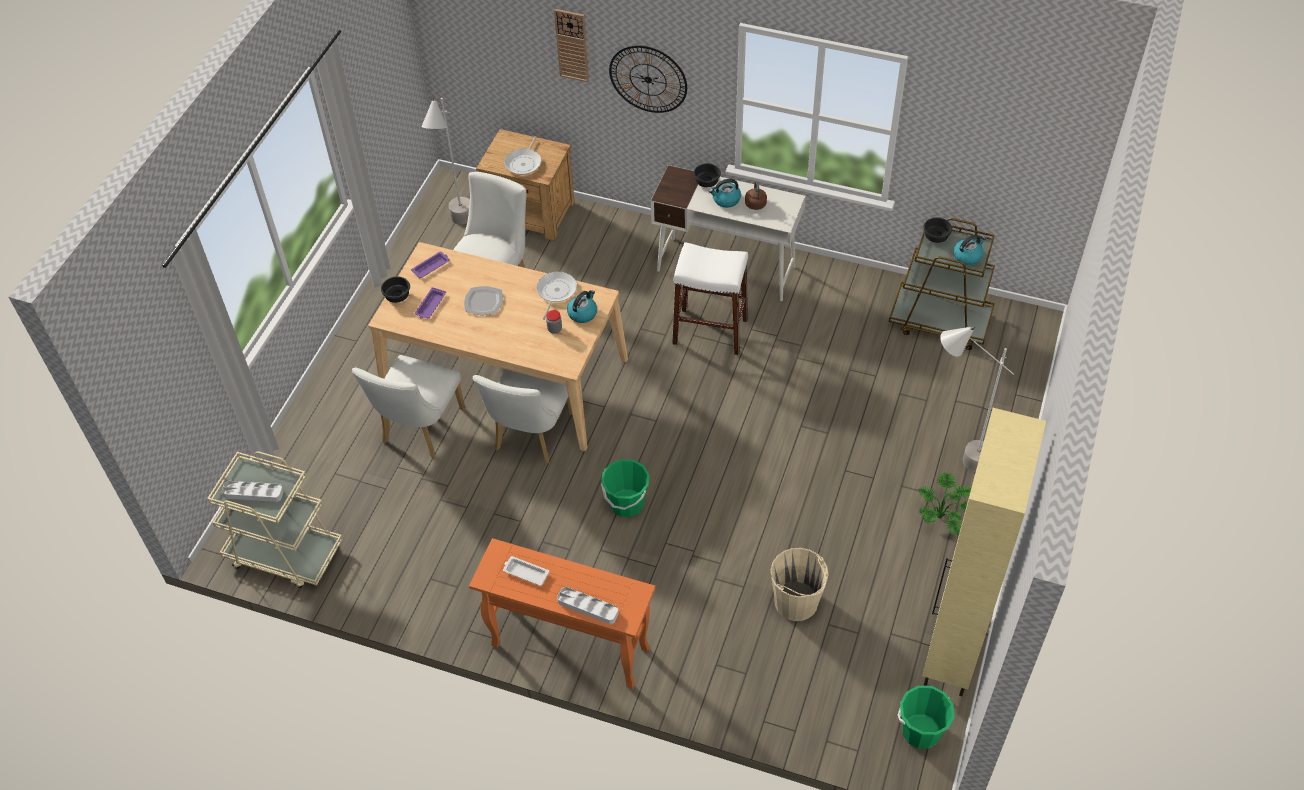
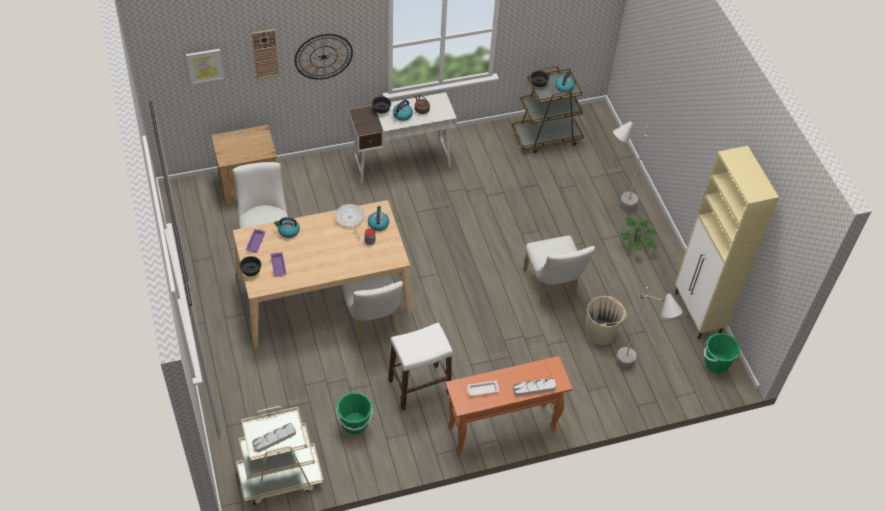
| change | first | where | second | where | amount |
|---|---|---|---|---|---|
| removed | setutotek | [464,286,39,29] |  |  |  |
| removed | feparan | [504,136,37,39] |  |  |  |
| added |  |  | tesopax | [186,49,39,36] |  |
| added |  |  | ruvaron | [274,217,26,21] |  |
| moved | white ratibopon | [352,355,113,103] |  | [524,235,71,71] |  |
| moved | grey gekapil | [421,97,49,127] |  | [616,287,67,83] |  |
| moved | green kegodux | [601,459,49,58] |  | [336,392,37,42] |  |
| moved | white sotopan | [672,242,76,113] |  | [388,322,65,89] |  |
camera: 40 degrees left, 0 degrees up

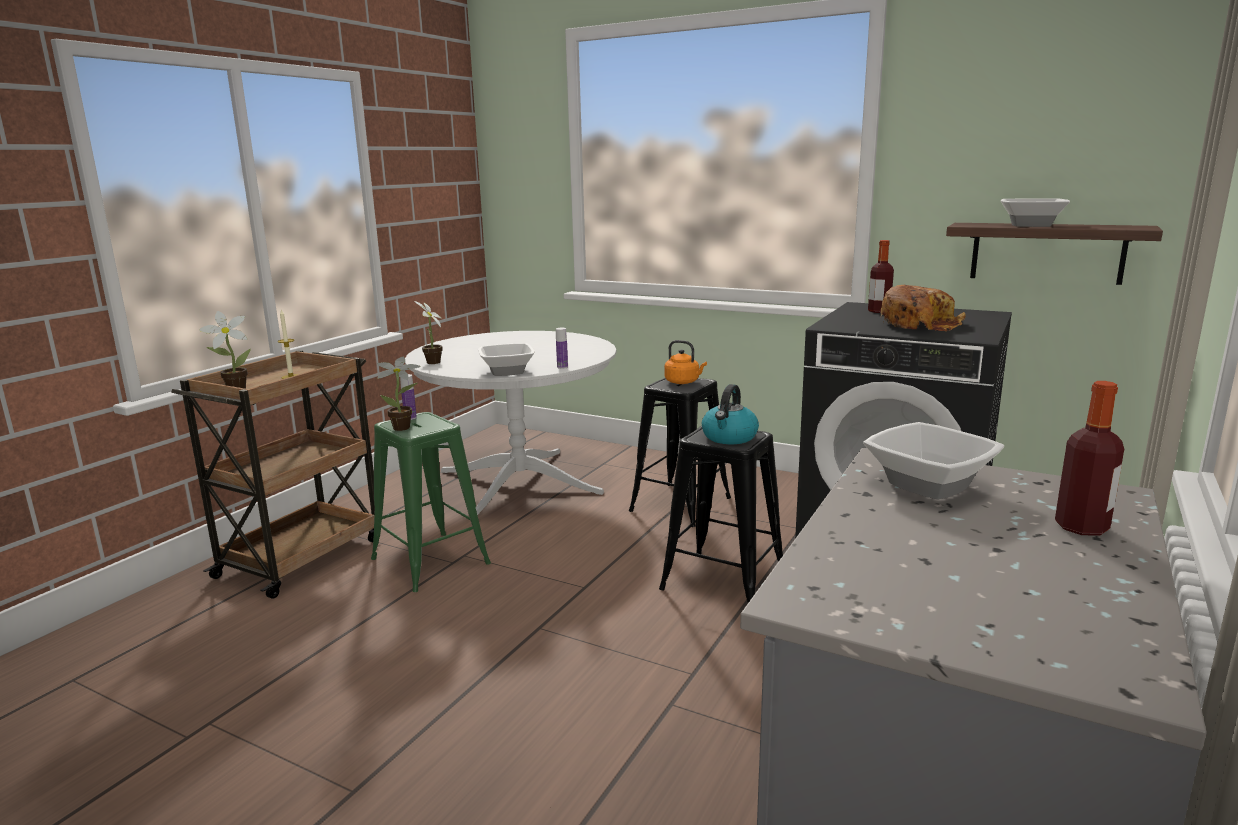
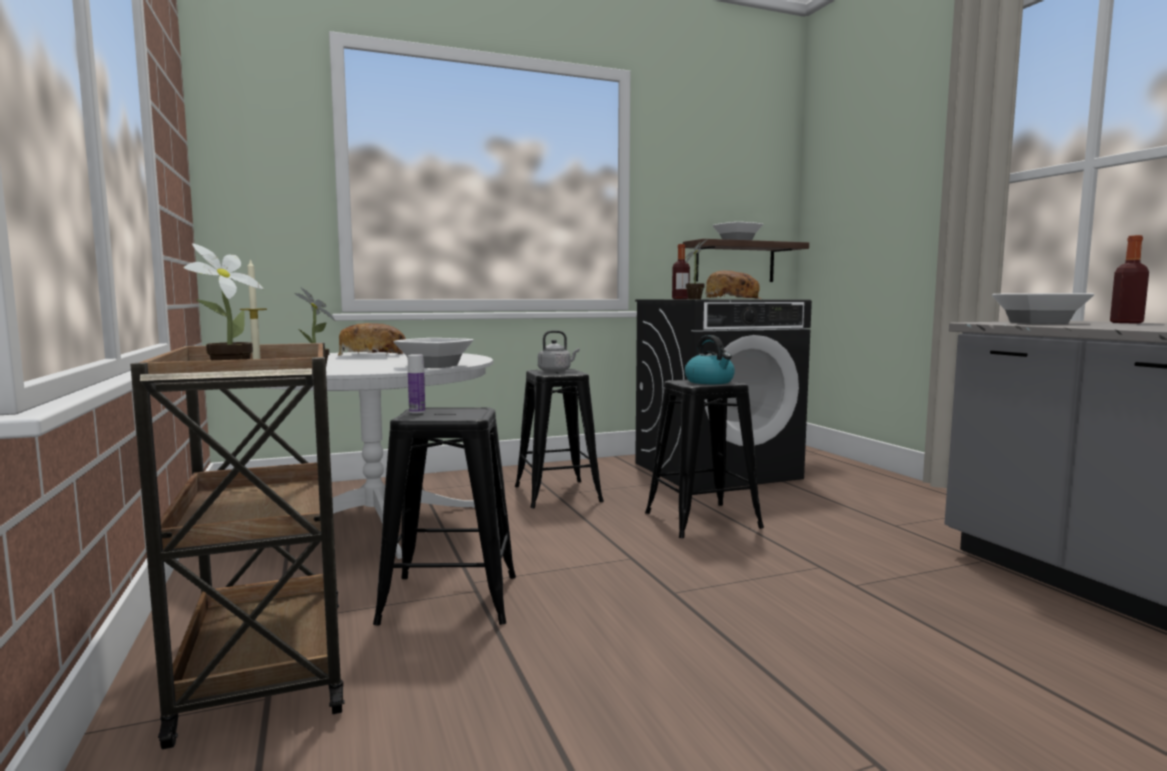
| change | first | where | second | where | amount |
|---|---|---|---|---|---|
| removed | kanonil | [556,328,12,41] |  |  |  |
| added |  |  | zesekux | [338,323,68,32] |  |
| moved | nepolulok | [377,357,44,74] |  | [685,239,23,60] |  |
| recoloured | green sotopan | [371,412,120,180] | black sotopan | [373,407,143,219] |  |
| recoloured | orange ruvaron | [664,340,43,44] | grey ruvaron | [538,330,42,42] |  |
camera: 50 degrees left, 10 degrees down

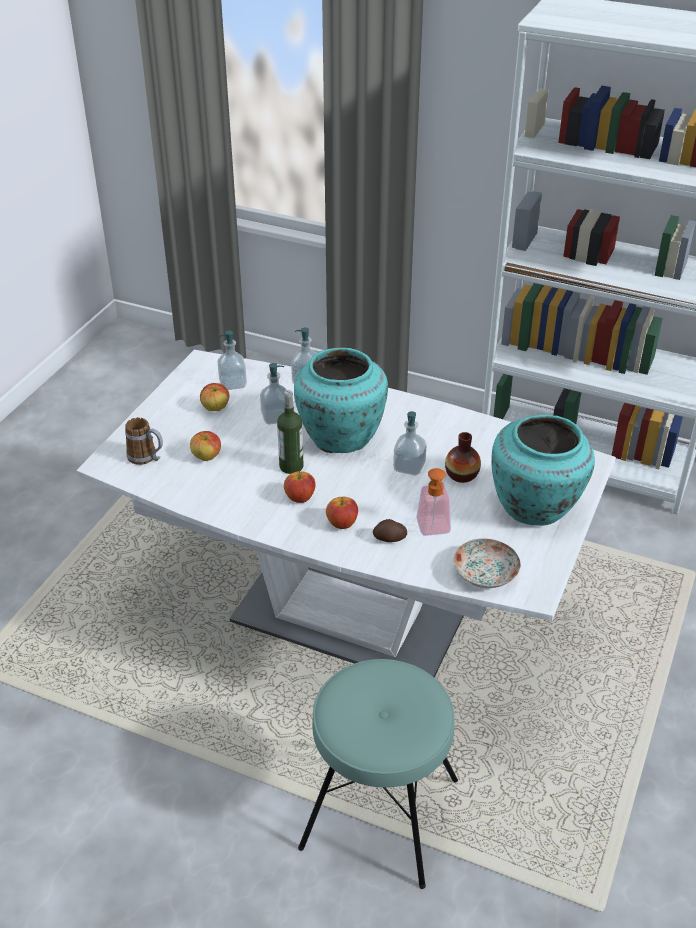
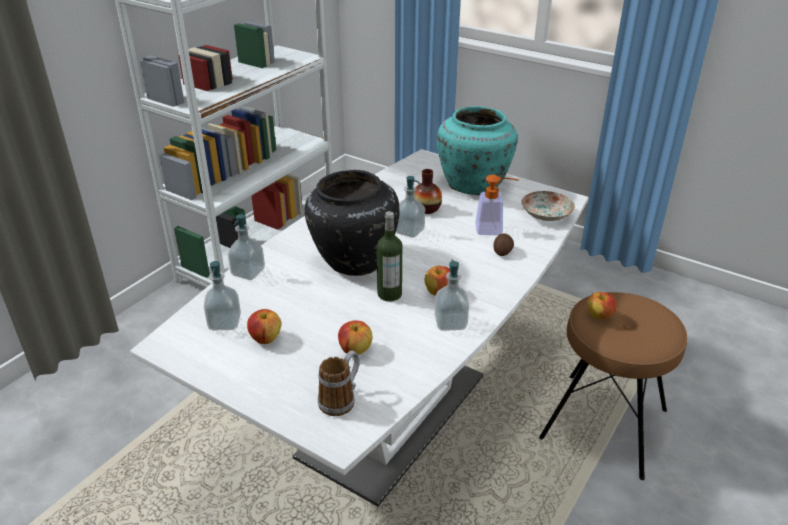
| change | first | where | second | where | amount |
|---|---|---|---|---|---|
| moved | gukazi | [260,363,26,61] |  | [435,260,34,71] |  |
| moved | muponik | [326,497,32,32] |  | [587,292,29,27] |  |
| recoloured | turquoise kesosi | [294,348,94,105] | black kesosi | [305,170,95,106] |  |
| recoloured | turquoise sotopan | [298,659,160,230] | brown sotopan | [539,292,148,188] |  |
camera: 80 degrees left, 5 degrees down

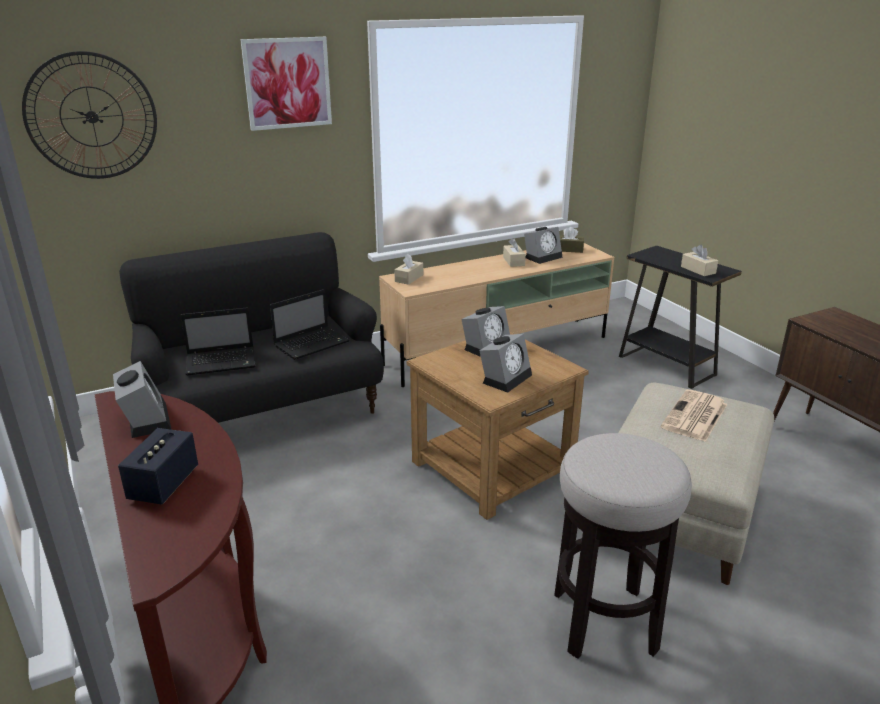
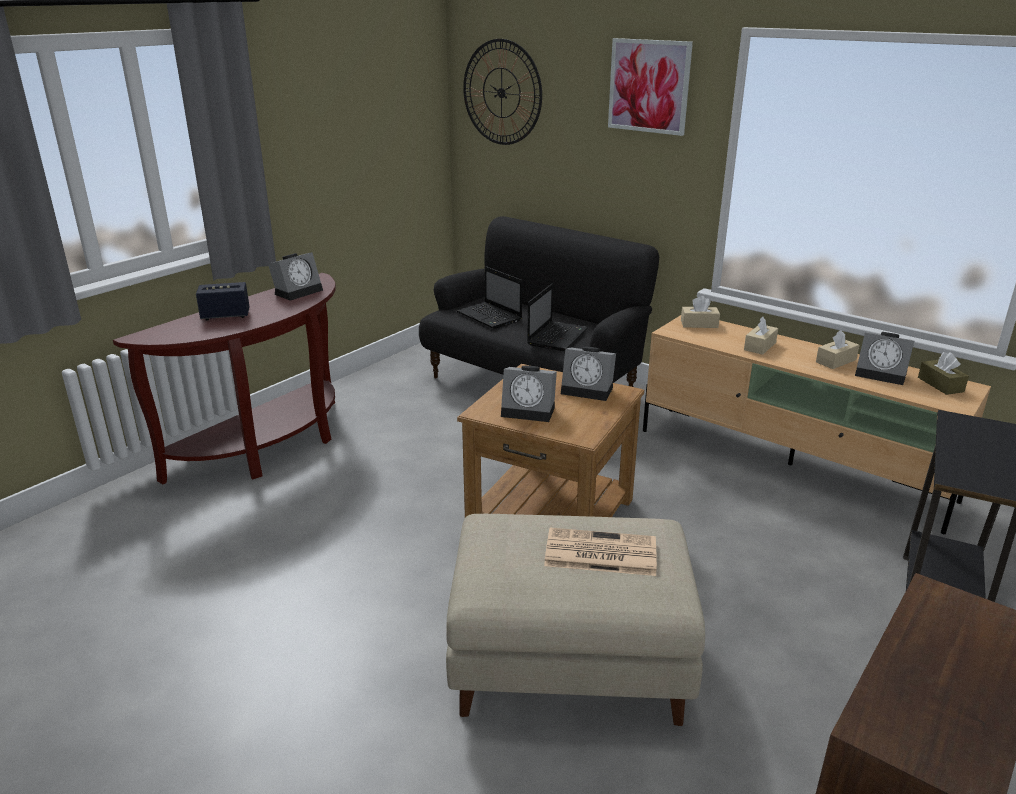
| change | first | where | second | where | amount |
|---|---|---|---|---|---|
| removed | sotopan | [554,433,138,226] |  |  |  |
| moved | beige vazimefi | [681,244,37,32] |  | [744,317,34,38] |  |
| turned | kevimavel | [270,289,80,71] |  | [527,284,61,67] | 90 degrees counterclockwise |
camera: 65 degrees right, 0 degrees up

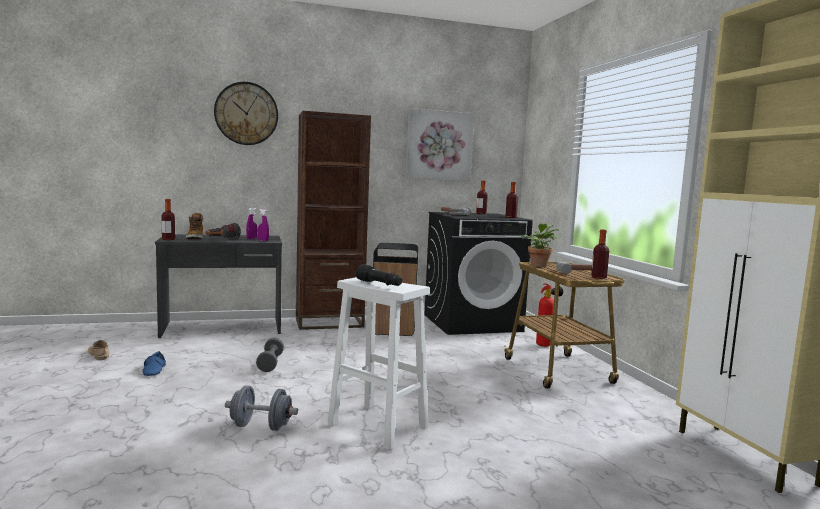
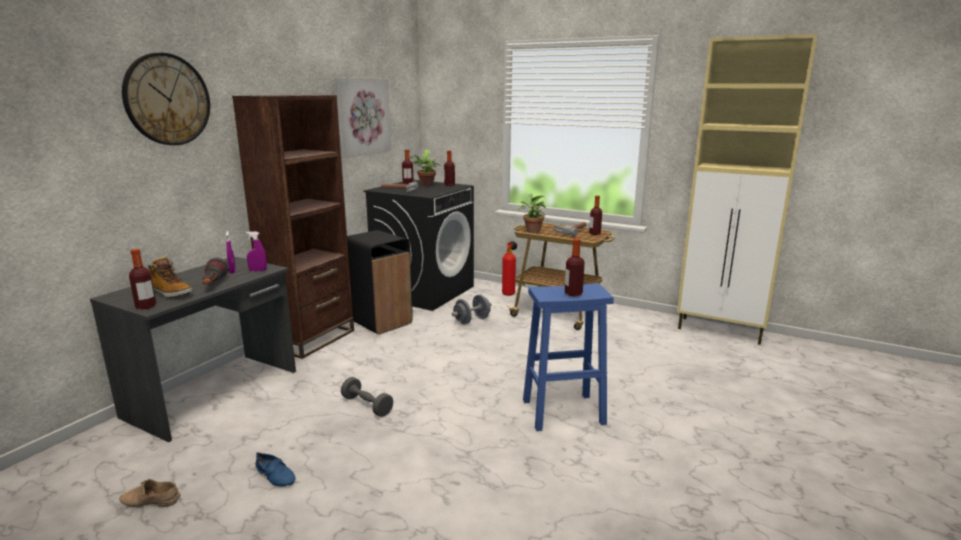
| change | first | where | second | where | amount |
|---|---|---|---|---|---|
| added |  |  | nepolulok | [410,150,31,36] |  |
| moved | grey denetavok | [225,385,73,46] |  | [452,294,40,30] |  |
| replaced | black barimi | [356,264,47,22] | kanonil | [565,238,20,58] |  |
| recoloured | white sotopan | [327,277,103,173] | blue sotopan | [523,283,91,148] |  |
camera: 45 degrees left, 10 degrees up

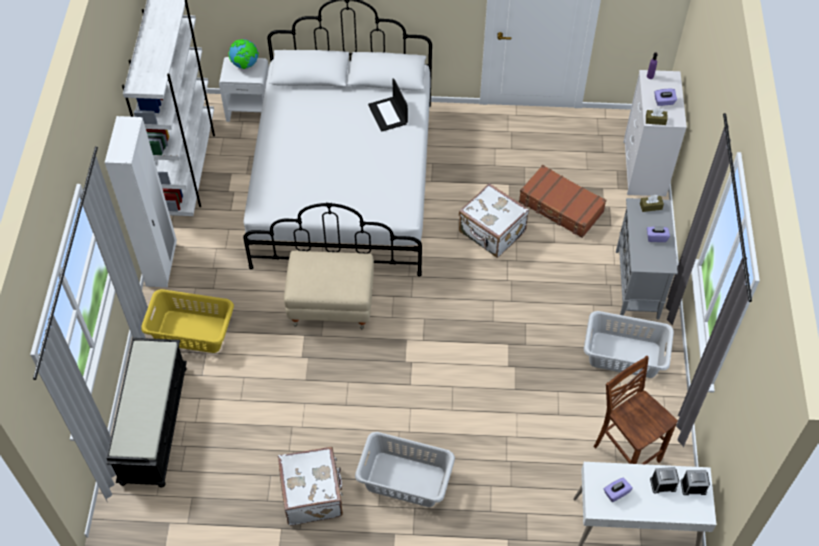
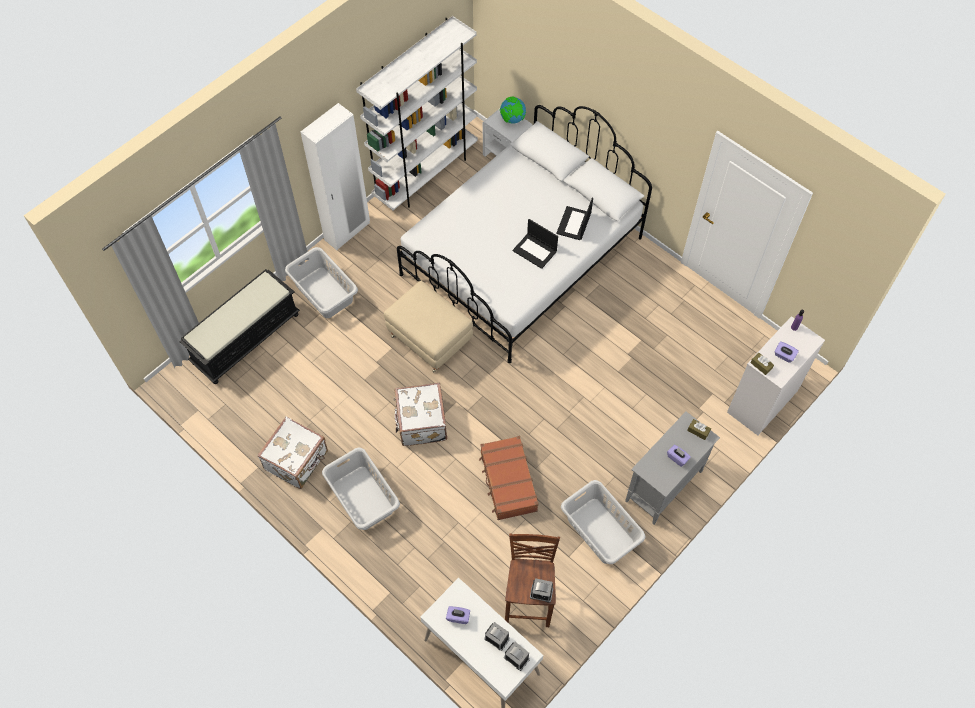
| change | first | where | second | where | amount |
|---|---|---|---|---|---|
| added |  |  | kevimavel | [513,219,45,50] |  |
| added |  |  | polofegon | [530,578,23,25] |  |
| moved | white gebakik | [459,183,70,75] |  | [393,383,54,63] |  |
| moved | brown gebakik | [519,165,87,73] |  | [479,436,60,84] |  |
| recoloured | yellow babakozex | [141,289,93,64] | grey babakozex | [285,247,73,71] |  |
camera: 40 degrees right, 5 degrees up

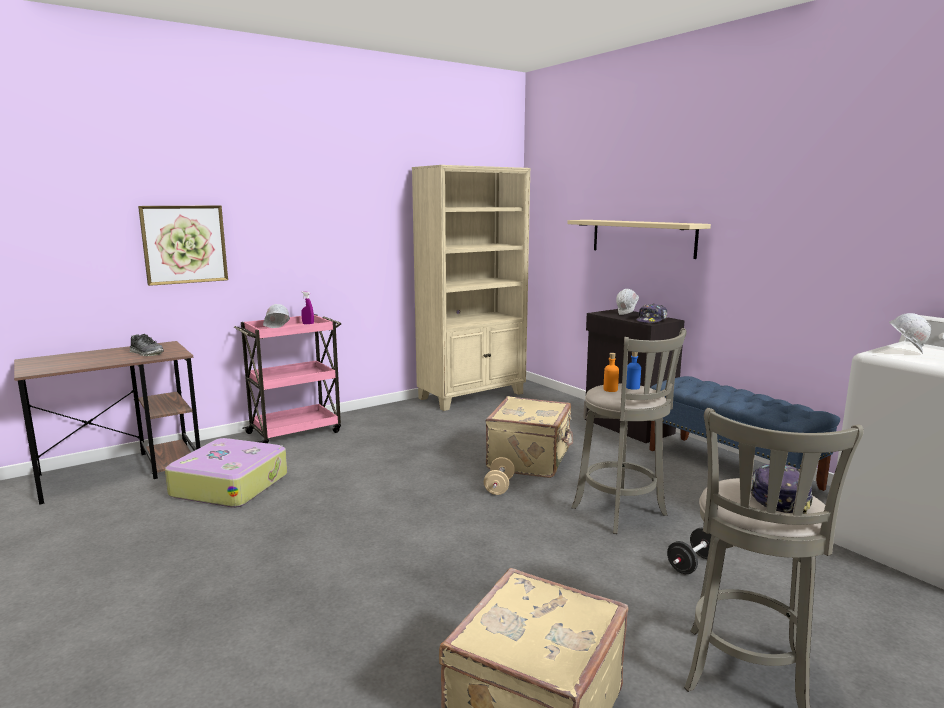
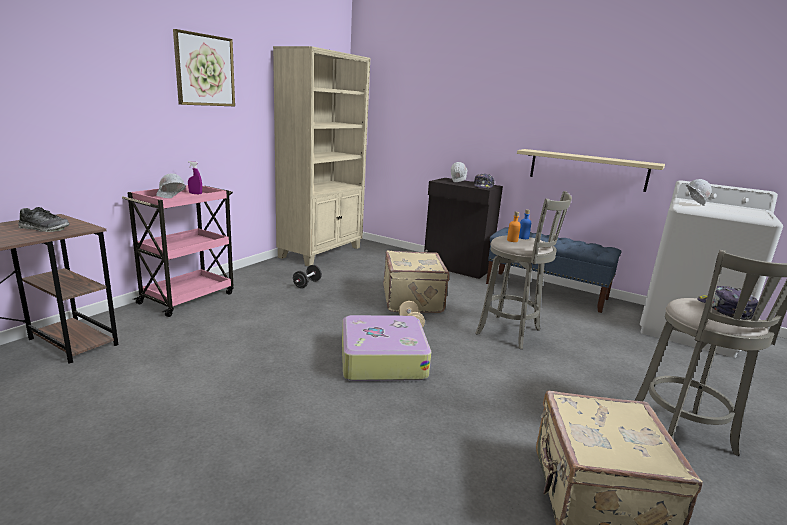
| change | first | where | second | where | amount |
|---|---|---|---|---|---|
| moved | tesopax | [138,206,90,80] |  | [173,29,62,77] |  |
| moved | gebakik | [165,438,122,70] |  | [342,315,89,66] |  |
| moved | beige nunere | [567,220,144,39] |  | [517,149,148,43] |  |
| moved | black denetavok | [667,528,44,46] |  | [293,265,29,23] |  |
camera: 25 degrees left, 5 degrees up

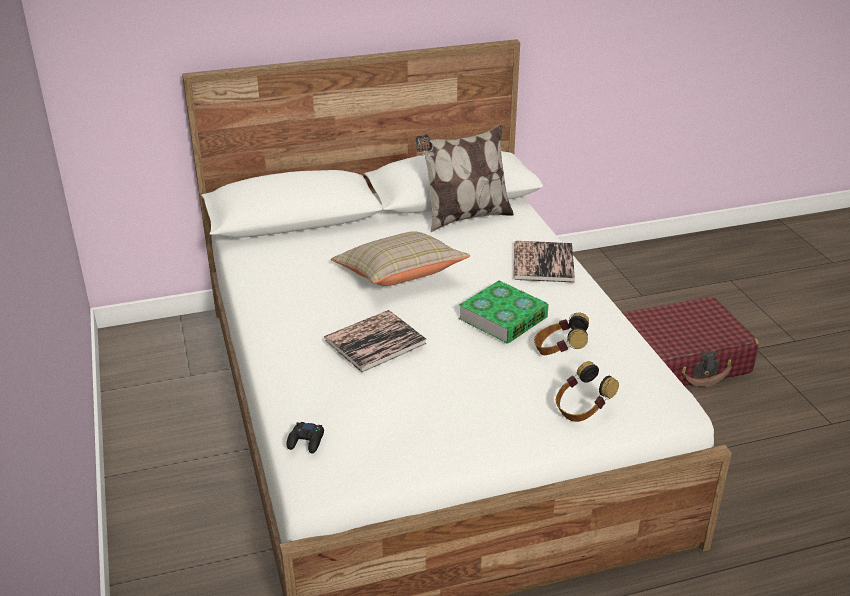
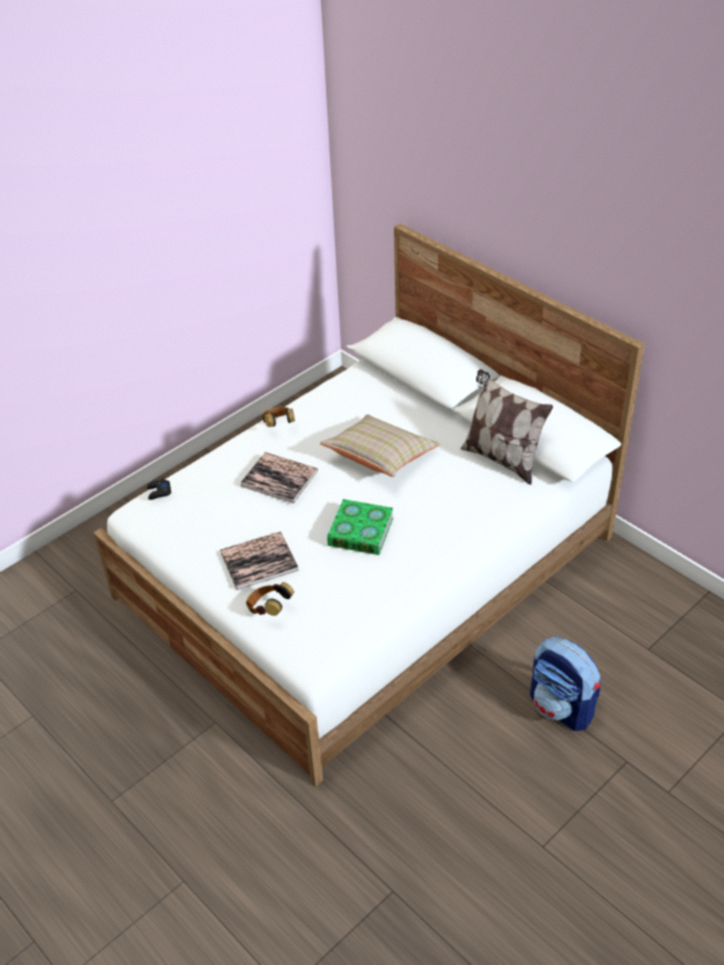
| change | first | where | second | where | amount |
|---|---|---|---|---|---|
| moved | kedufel | [513,241,62,42] |  | [220,531,79,59] |  |
| moved | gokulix | [534,313,55,42] |  | [262,407,33,20] |  |
| replaced | red gebakik | [622,297,137,90] | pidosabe | [530,636,71,95] |  |
camera: 65 degrees right, 10 degrees up

